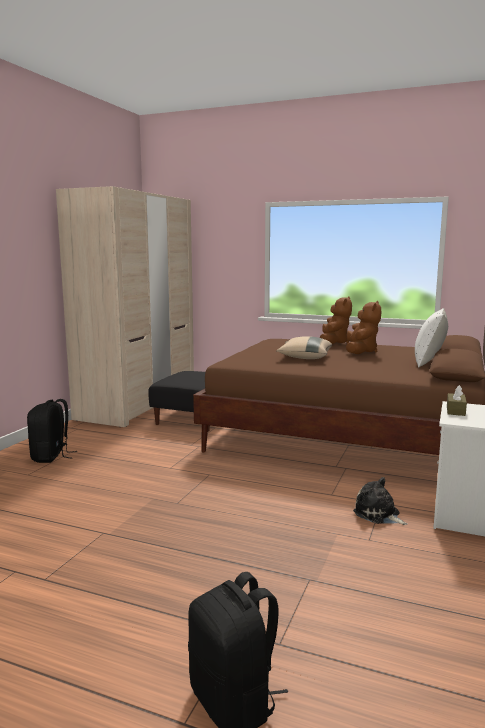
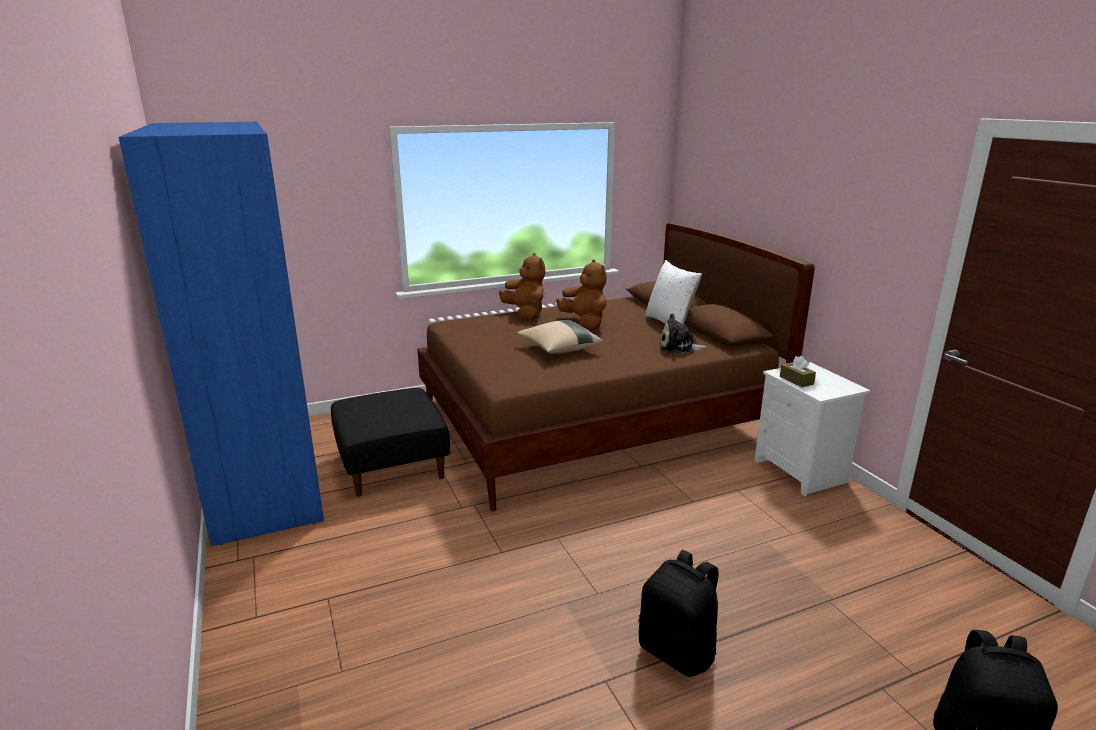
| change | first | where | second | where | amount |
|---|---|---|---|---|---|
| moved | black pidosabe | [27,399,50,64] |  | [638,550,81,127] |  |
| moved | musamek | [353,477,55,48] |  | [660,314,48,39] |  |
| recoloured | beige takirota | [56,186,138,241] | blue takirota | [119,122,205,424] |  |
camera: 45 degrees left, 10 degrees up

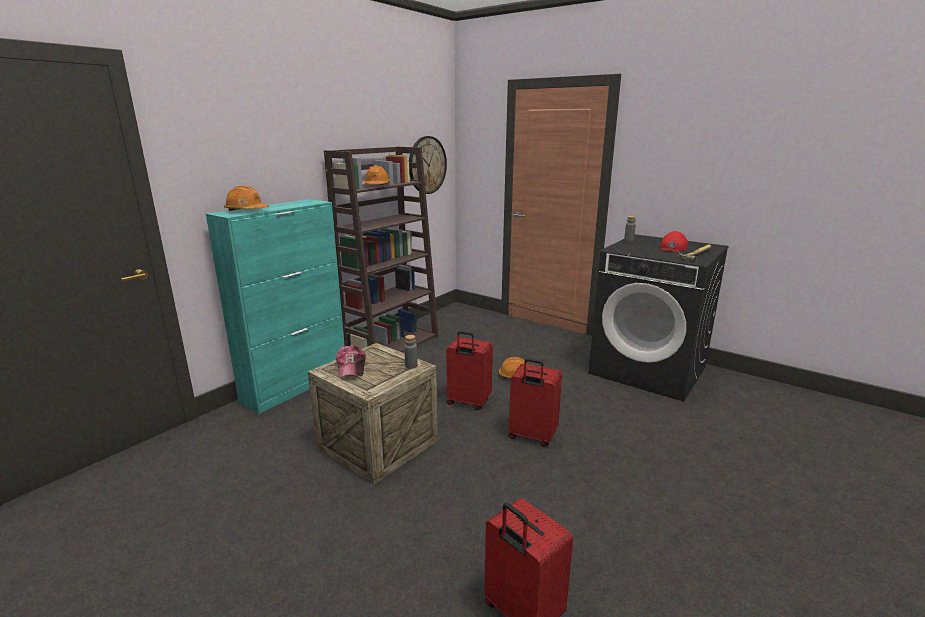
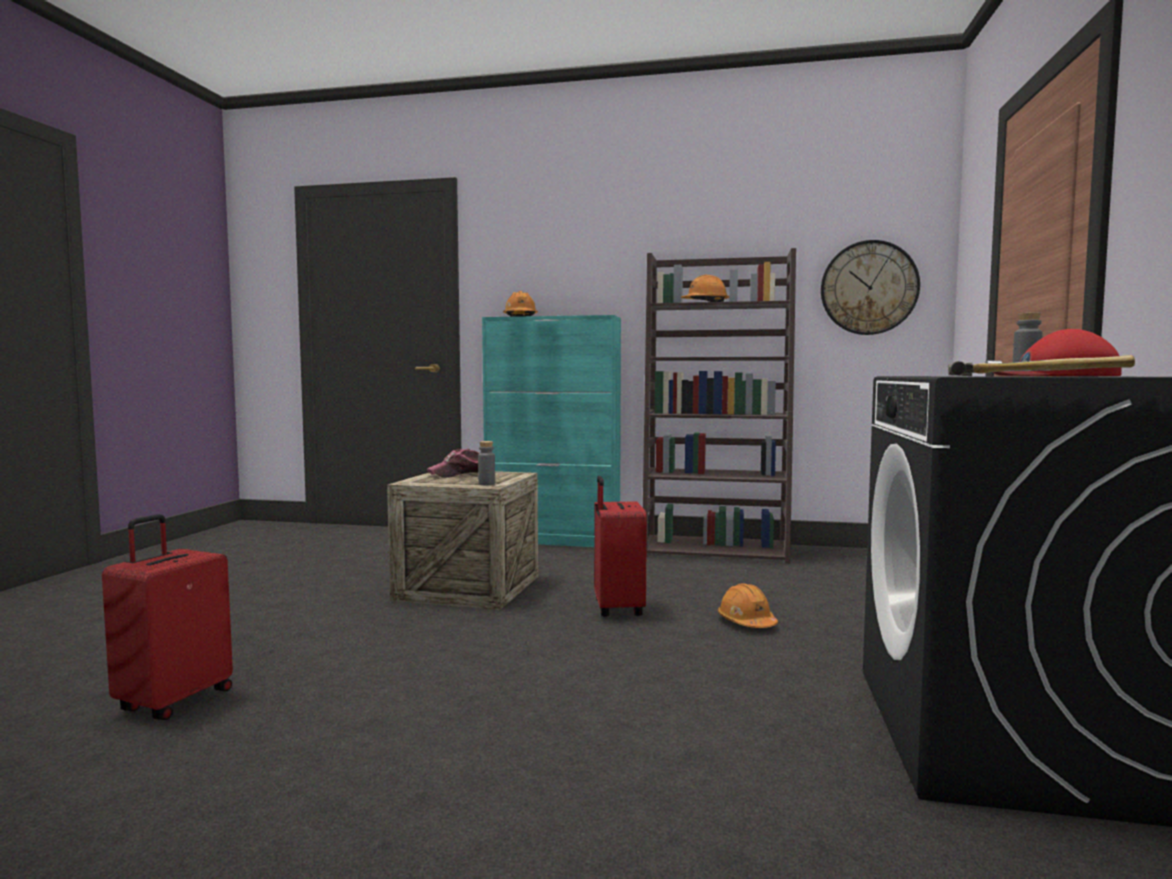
| change | first | where | second | where | amount |
|---|---|---|---|---|---|
| removed | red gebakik | [508,358,54,89] |  |  |  |
camera: 65 degrees right, 15 degrees down

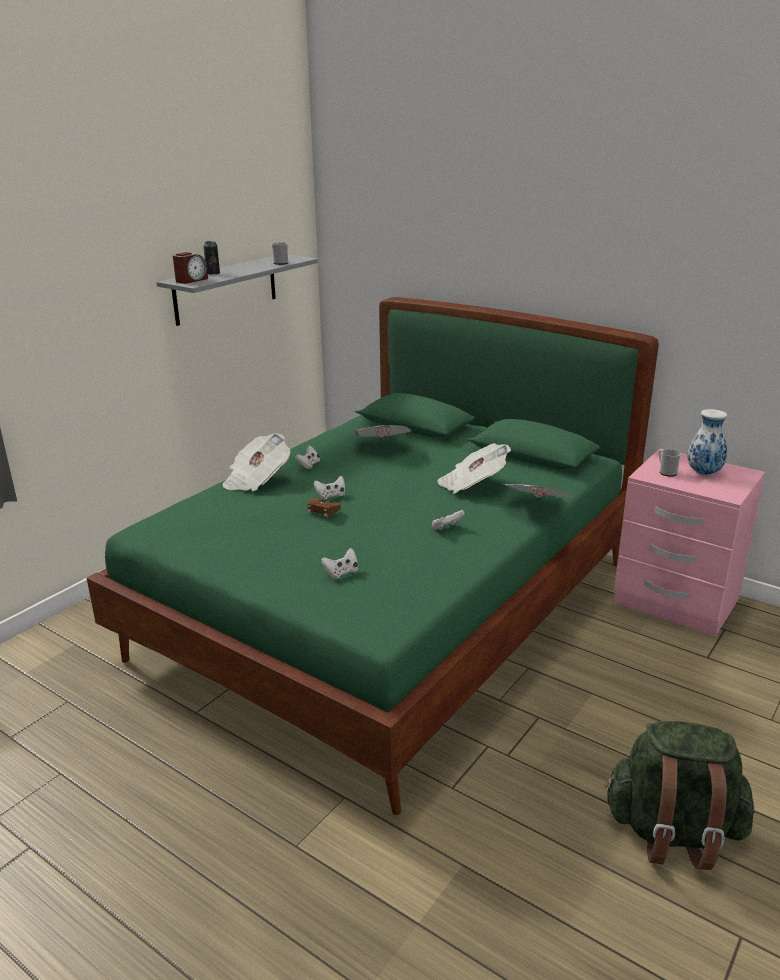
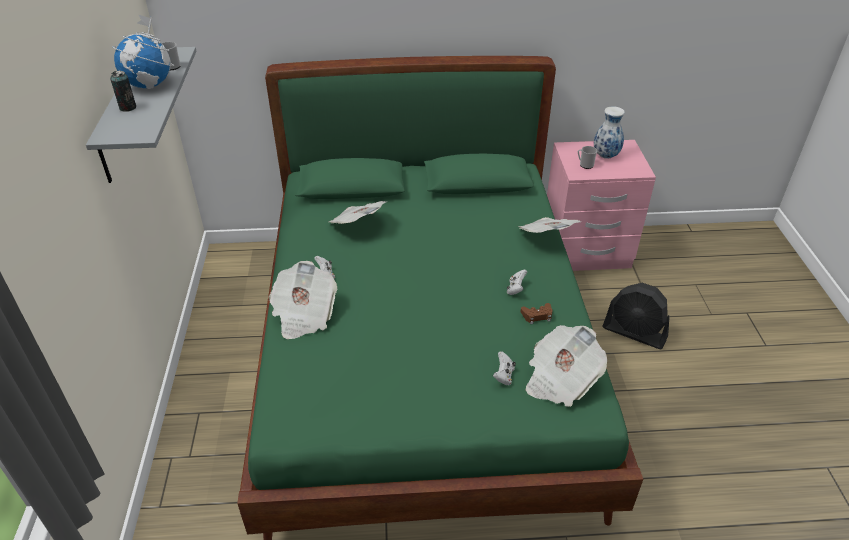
| change | first | where | second | where | amount |
|---|---|---|---|---|---|
| removed | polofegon | [173,252,35,32] |  |  |  |
| removed | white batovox | [314,476,31,24] |  |  |  |
| removed | green pidosabe | [604,721,151,149] |  |  |  |
| added |  |  | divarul | [113,15,61,74] |  |
| added |  |  | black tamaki | [602,283,68,66] |  |
| moved | brown batovox | [308,498,33,19] |  | [521,303,32,21] |  |
| moved | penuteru | [437,443,74,50] |  | [525,325,82,82] |  |
camera: 40 degrees left, 15 degrees up

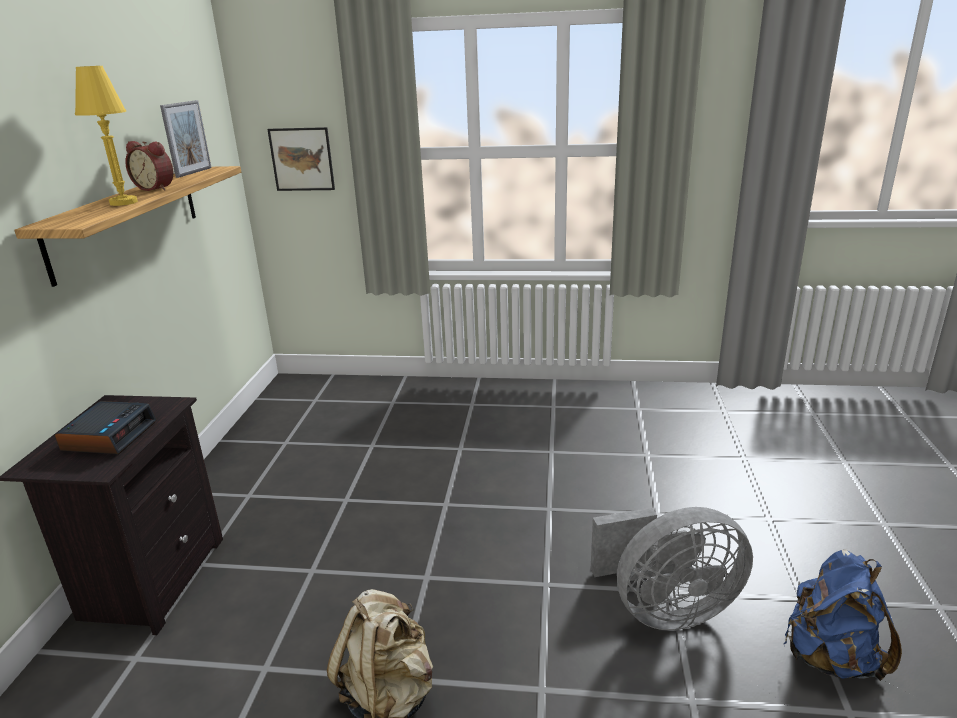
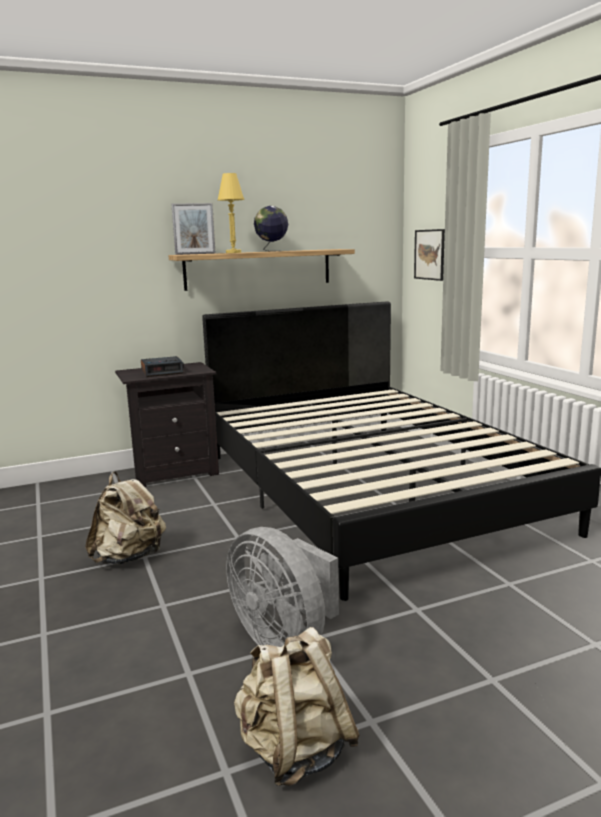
| change | first | where | second | where | amount |
|---|---|---|---|---|---|
| added |  |  | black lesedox | [202,301,399,300] |  |
| moved | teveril | [160,100,52,78] |  | [171,203,45,52] |  |
| replaced | polofegon | [125,141,49,50] | divarul | [254,206,34,46] |  |
| recoloured | blue pidosabe | [784,550,118,131] | beige pidosabe | [234,627,125,159] |  |
camera: 60 degrees right, 10 degrees down

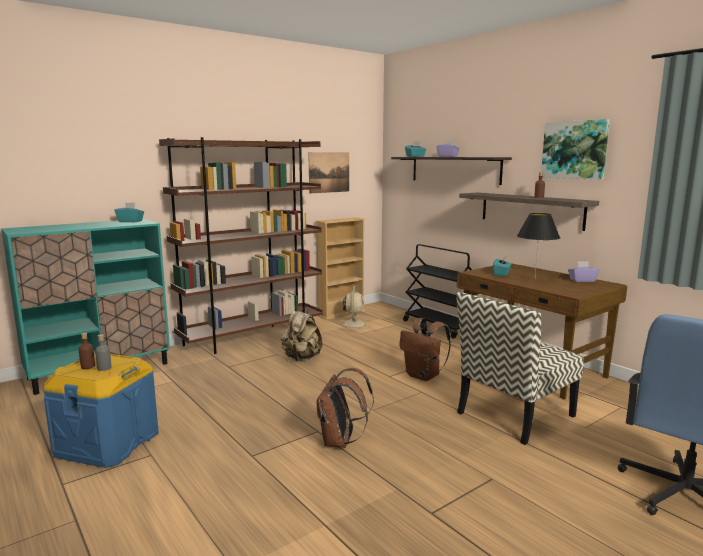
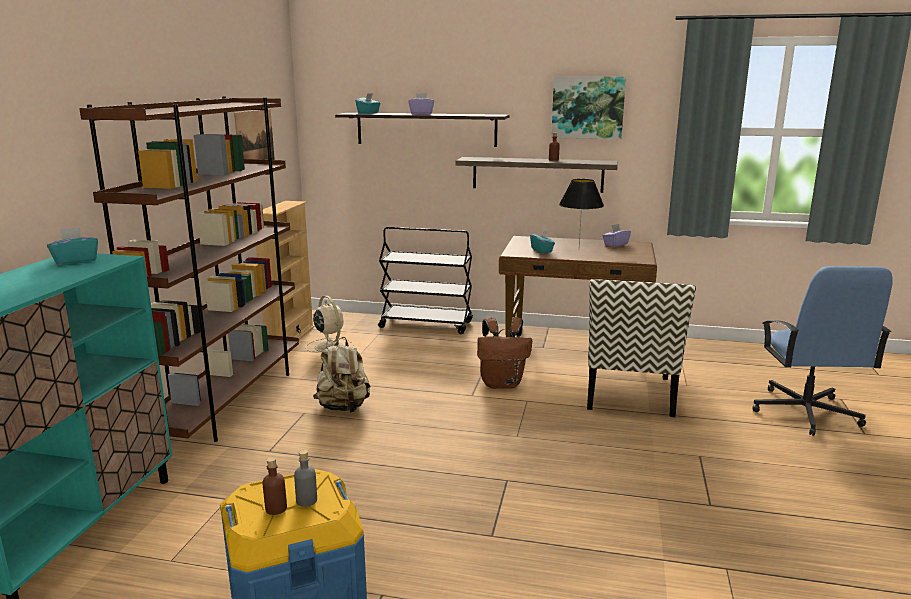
| change | first | where | second | where | amount |
|---|---|---|---|---|---|
| removed | brown pidosabe | [317,368,57,80] |  |  |  |
camera: 40 degrees left, 5 degrees up

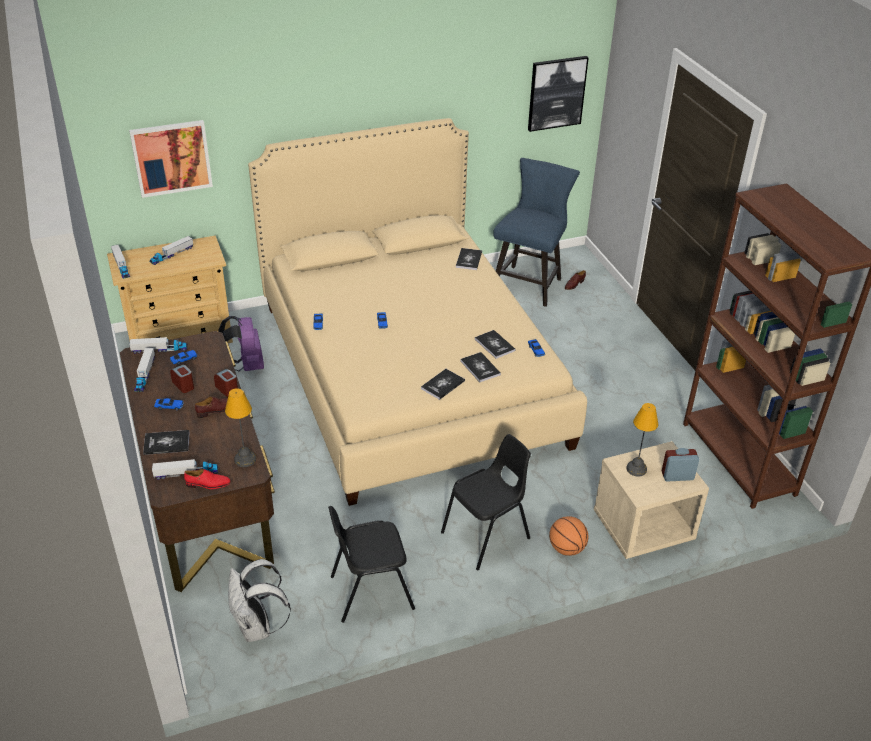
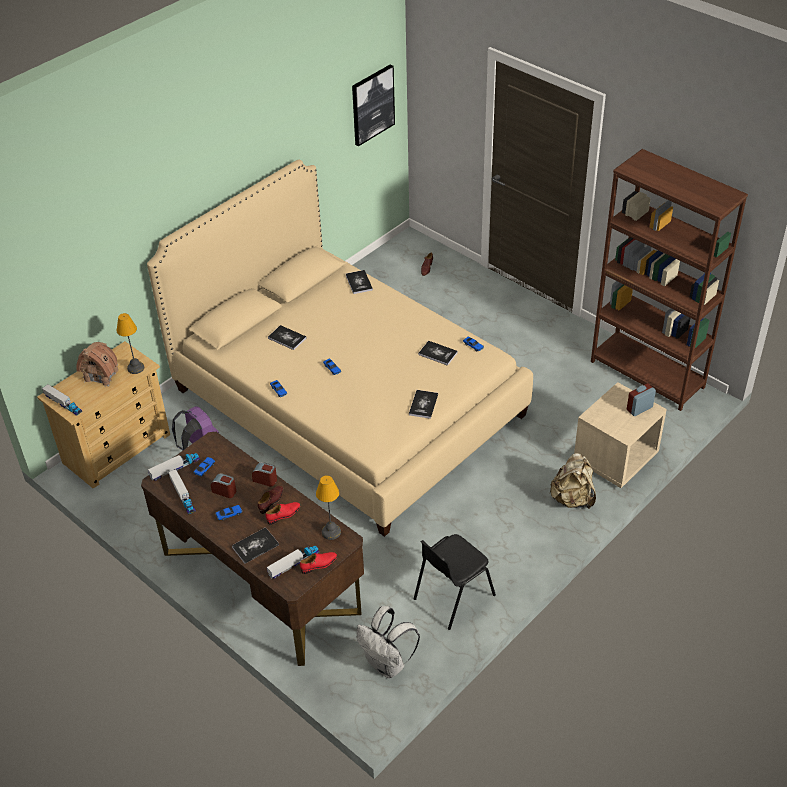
| change | first | where | second | where | amount |
|---|---|---|---|---|---|
| removed | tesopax | [129,120,84,78] |  |  |  |
| removed | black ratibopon | [441,434,90,136] |  |  |  |
| removed | blue ratibopon | [493,158,87,149] |  |  |  |
| added |  |  | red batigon | [266,502,34,23] |  |
| moved | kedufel | [460,352,41,30] |  | [268,325,38,25] |  |
| moved | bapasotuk | [626,403,32,74] |  | [117,313,27,61] |  |
| replaced | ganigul | [149,236,44,29] | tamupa | [76,342,42,45] |  |
| replaced | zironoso | [549,516,39,40] | beige pidosabe | [549,453,47,56] |  |
camera: 25 degrees left, 5 degrees up

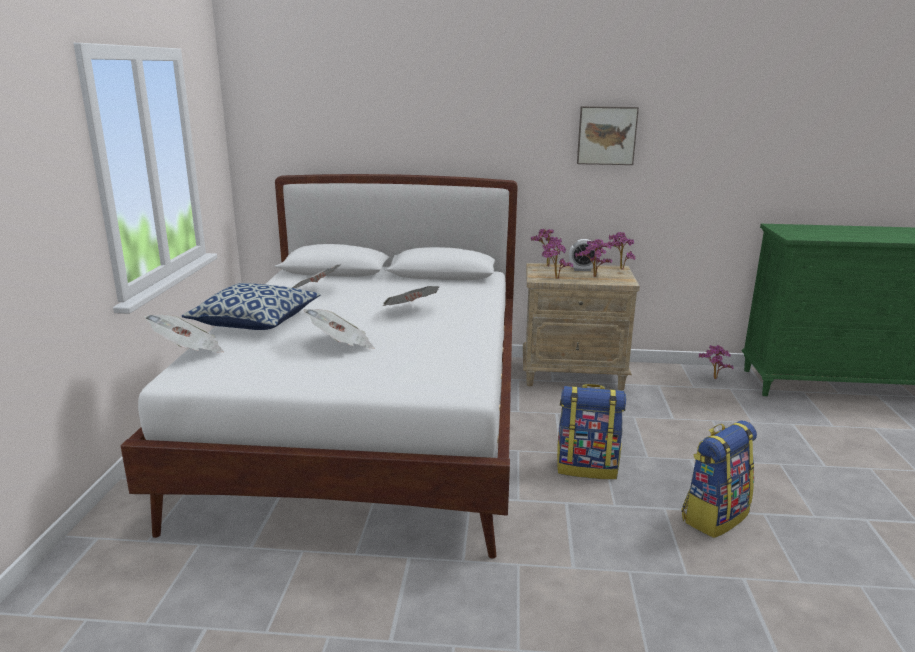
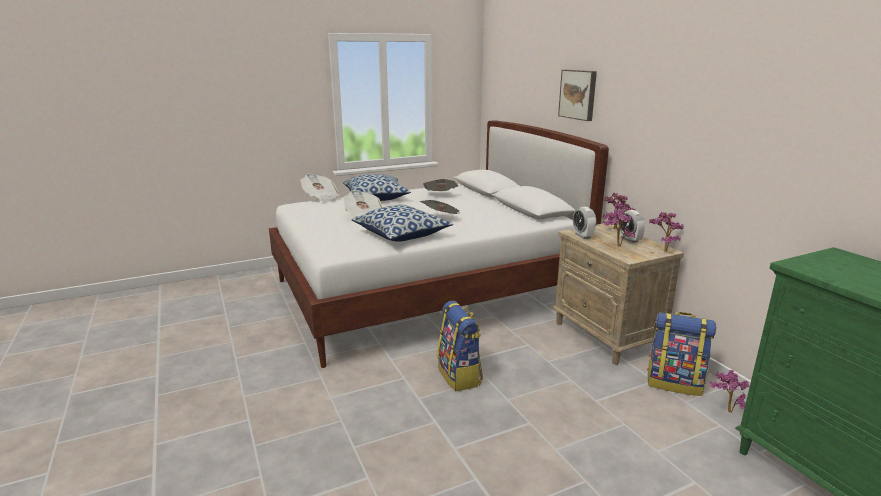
| change | first | where | second | where | amount |
|---|---|---|---|---|---|
| added |  |  | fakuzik | [352,205,101,37] |  |
| moved | tesopax | [577,106,62,59] |  | [558,70,39,51] |  |
| moved | pidosabe | [681,420,76,118] |  | [647,312,69,84] |  |
| replaced | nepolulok | [541,240,32,39] | polofegon | [573,207,23,32] |  |
camera: 60 degrees right, 0 degrees up

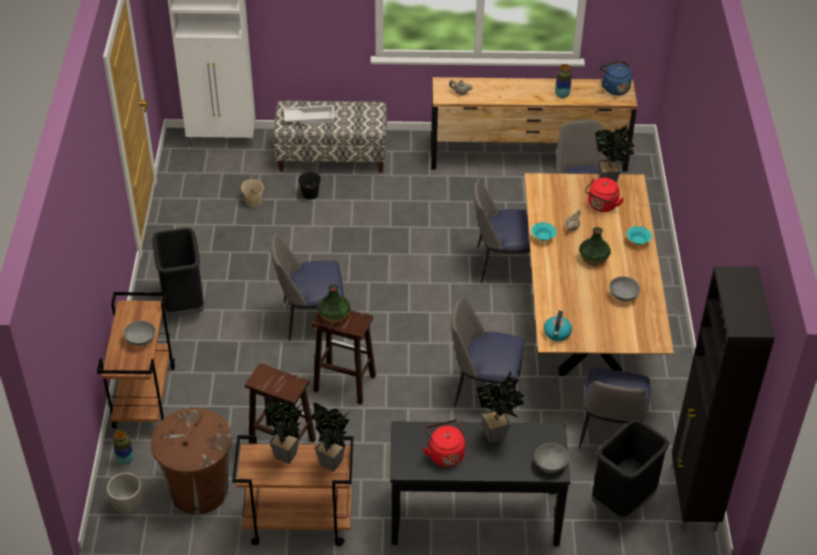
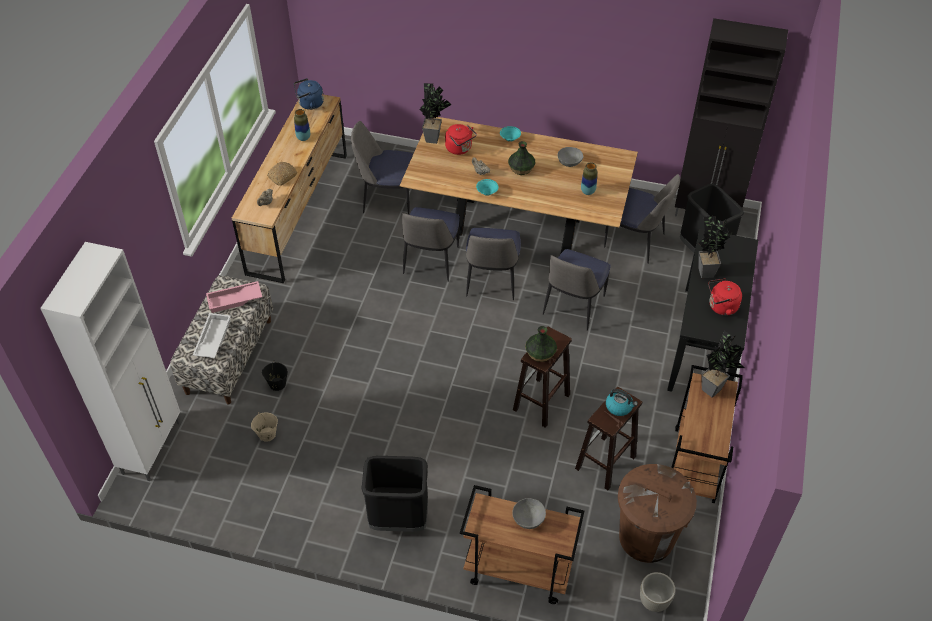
| change | first | where | second | where | amount |
|---|---|---|---|---|---|
| removed | nepolulok | [264,396,38,68] |  |  |  |
| removed | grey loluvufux | [534,443,35,30] |  |  |  |
| added |  |  | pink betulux | [206,281,56,32] |  |
| added |  |  | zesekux | [268,162,29,24] |  |
| moved | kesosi | [113,430,21,35] |  | [581,163,16,32] |  |
| moved | ratibopon | [271,234,73,107] |  | [466,228,55,72] |  |
| moved | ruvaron | [544,311,28,30] |  | [606,389,32,27] |  |
camera: 75 degrees left, 5 degrees up

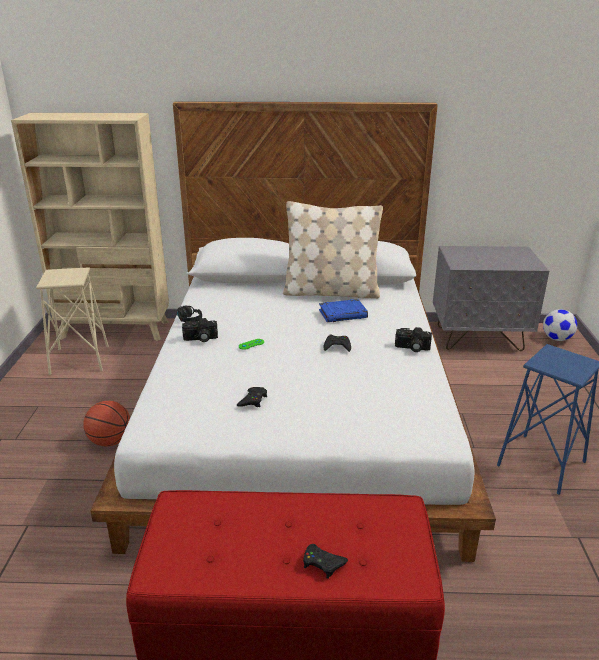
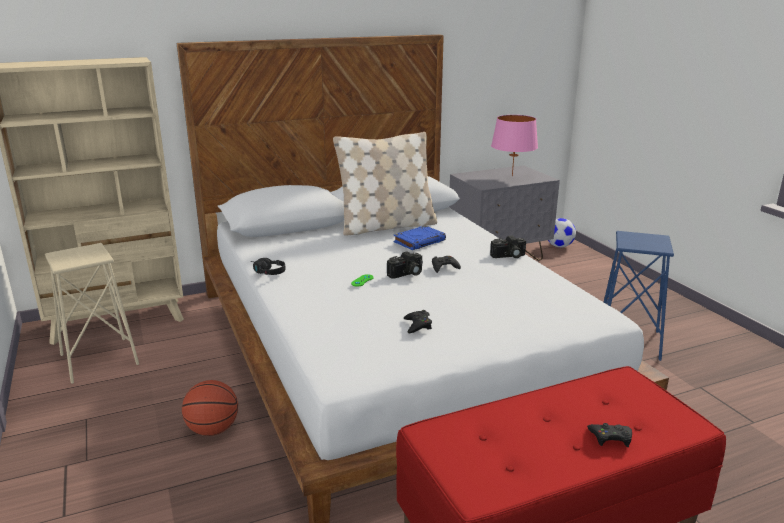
| change | first | where | second | where | amount |
|---|---|---|---|---|---|
| added |  |  | pink bapasotuk | [491,115,47,61] |  |
| moved | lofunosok | [182,318,36,24] |  | [387,251,36,28] |  |
camera: 25 degrees left, 5 degrees down

